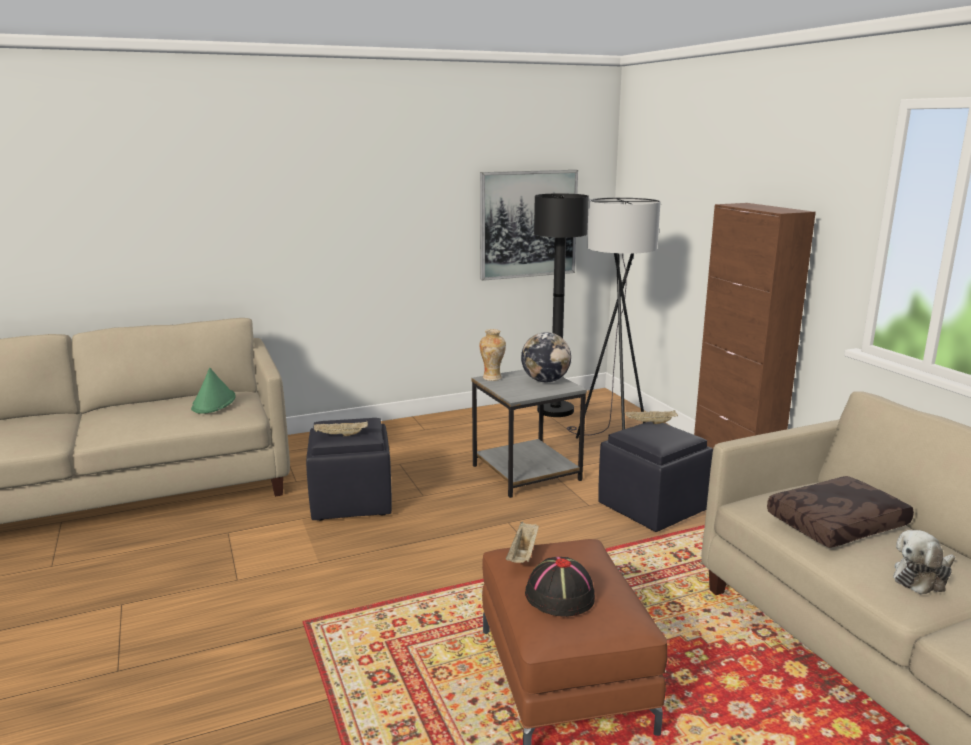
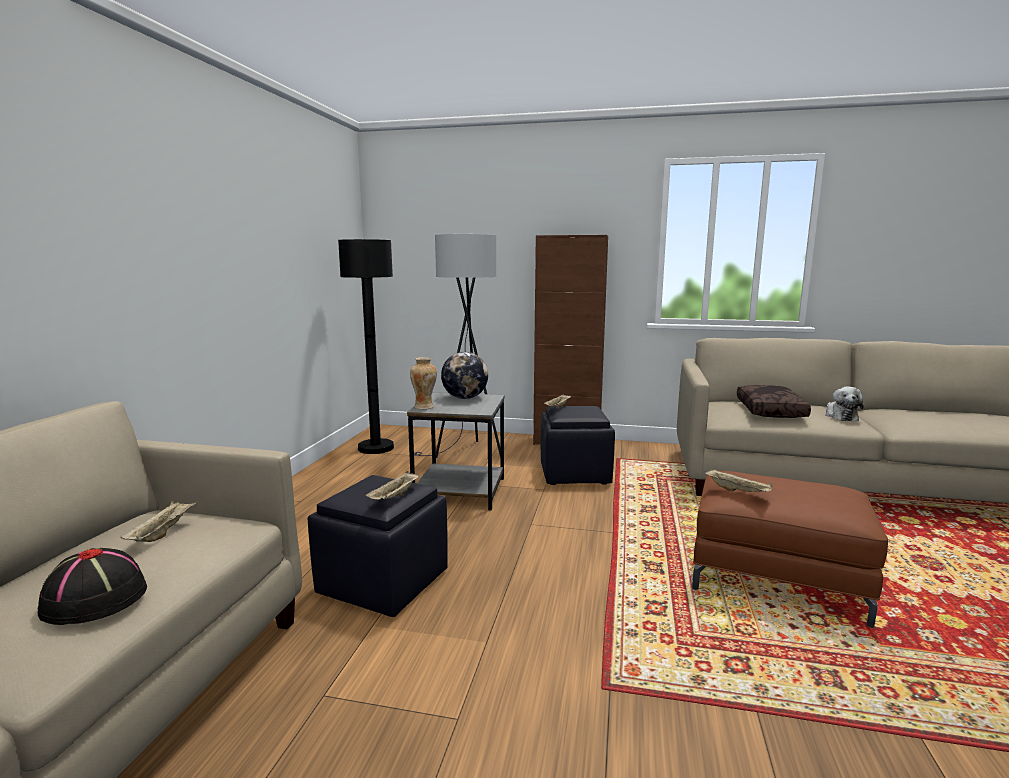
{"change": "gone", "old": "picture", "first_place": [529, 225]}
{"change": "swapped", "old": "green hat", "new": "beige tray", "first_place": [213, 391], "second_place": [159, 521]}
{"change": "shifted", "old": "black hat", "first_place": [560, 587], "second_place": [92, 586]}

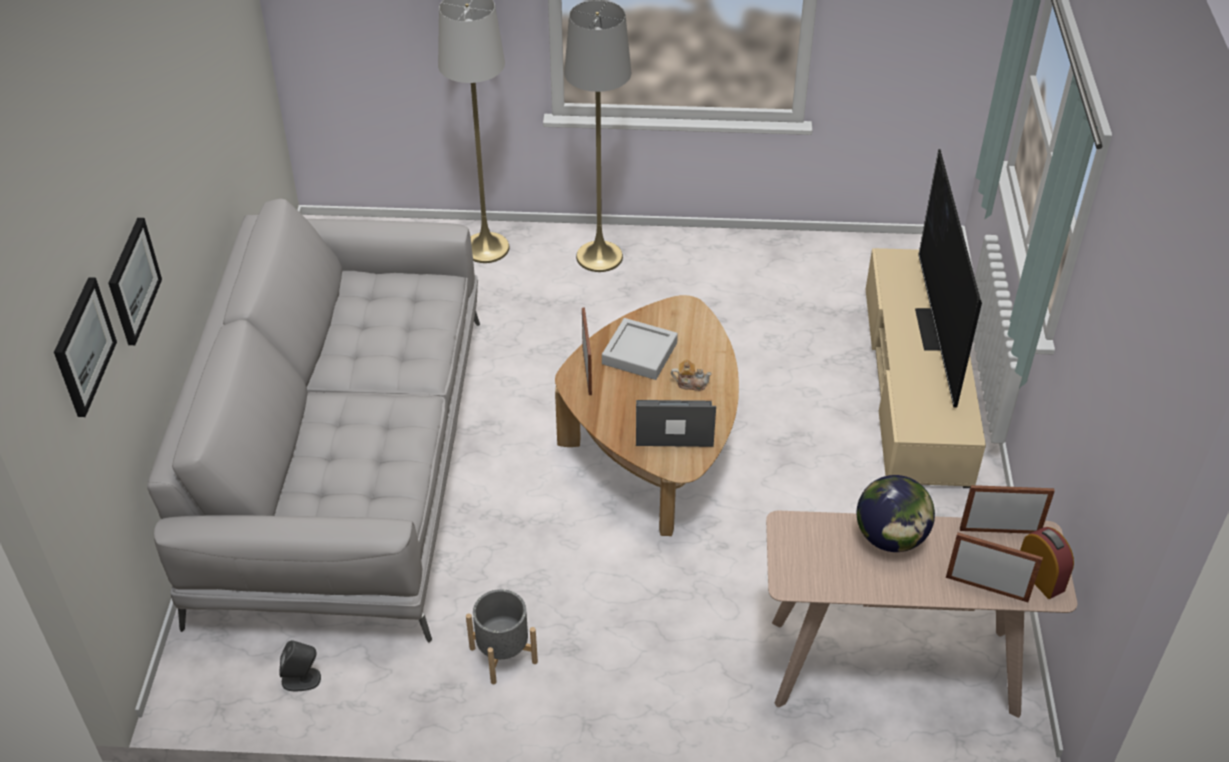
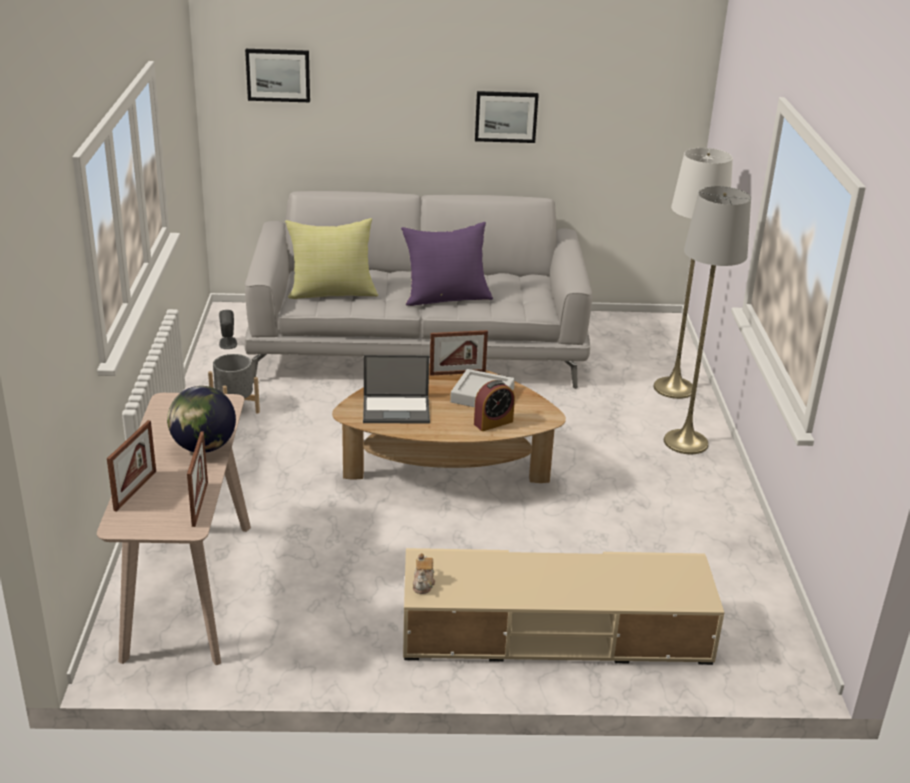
{"change": "gone", "old": "television", "first_place": [948, 278]}
{"change": "shifted", "old": "picture", "first_place": [135, 281], "second_place": [507, 117]}
{"change": "shifted", "old": "teapot", "first_place": [691, 375], "second_place": [424, 573]}
{"change": "rotated", "old": "laptop", "first_place": [676, 423], "second_place": [396, 389], "degrees": 90}
{"change": "shifted", "old": "alarm clock", "first_place": [1047, 563], "second_place": [494, 405]}
{"change": "new", "new": "yellow pillow", "second_place": [331, 258]}
{"change": "new", "new": "purple pillow", "second_place": [447, 264]}

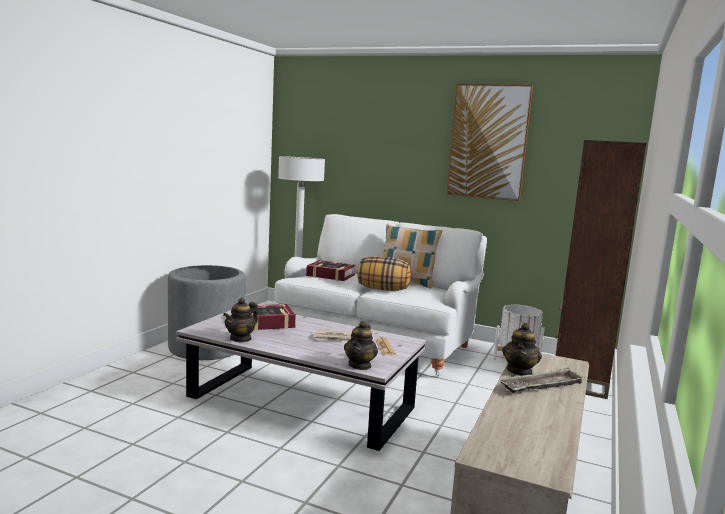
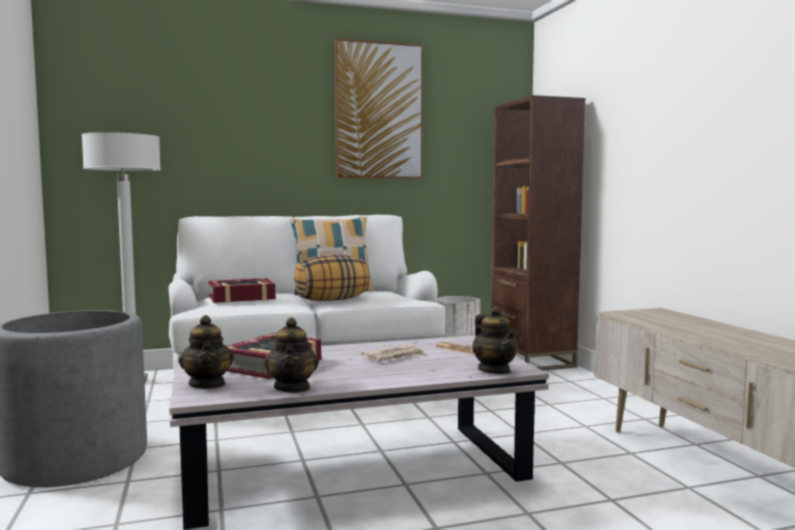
{"change": "shifted", "old": "teapot", "first_place": [522, 349], "second_place": [206, 352]}
{"change": "gone", "old": "tray", "first_place": [542, 380]}

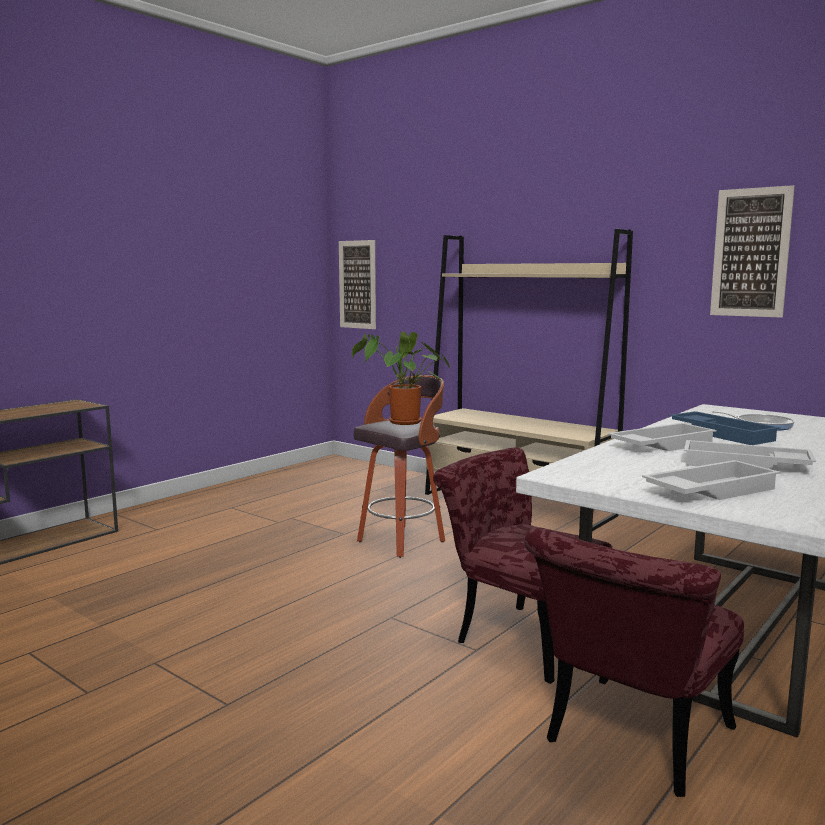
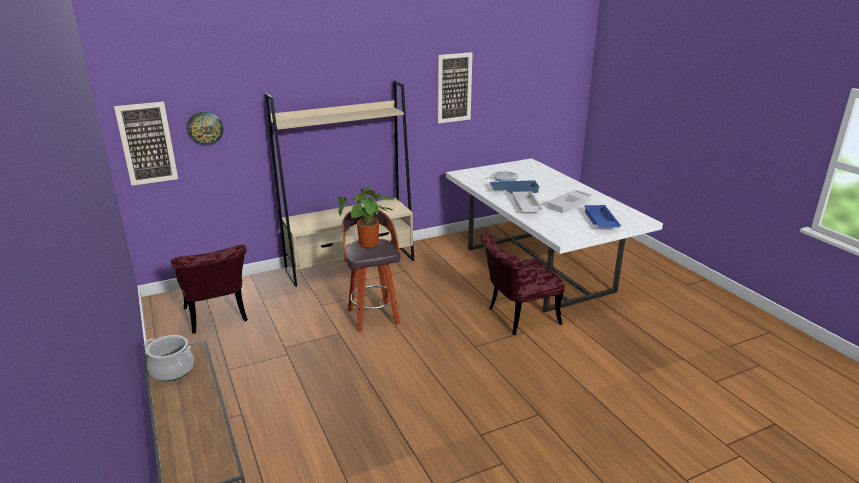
{"change": "repainted", "old": "white tray", "new": "blue tray", "first_place": [711, 480], "second_place": [602, 216]}
{"change": "shifted", "old": "red chair", "first_place": [634, 662], "second_place": [209, 289]}
{"change": "new", "new": "wall clock", "second_place": [205, 128]}
{"change": "new", "new": "cooking pot", "second_place": [169, 358]}

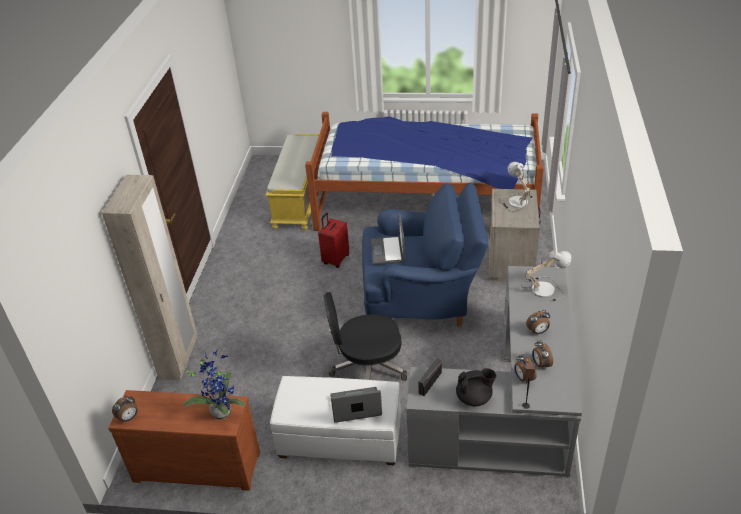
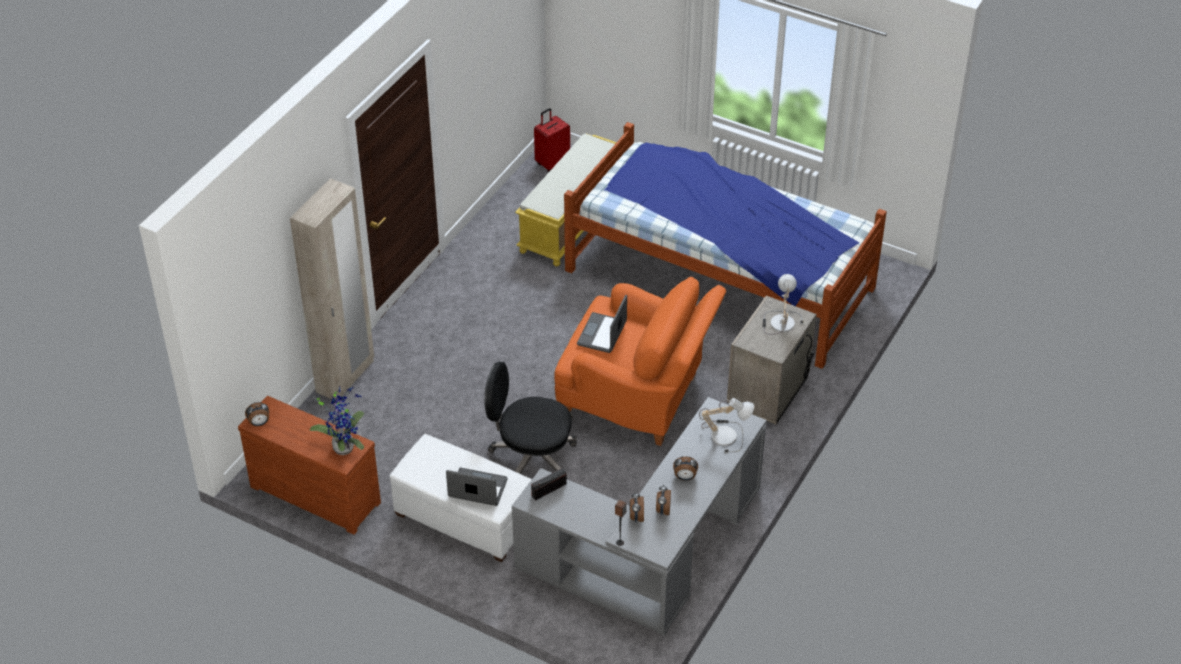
{"change": "repainted", "old": "blue armchair", "new": "orange armchair", "first_place": [425, 254], "second_place": [640, 361]}
{"change": "shifted", "old": "red suitcase", "first_place": [333, 240], "second_place": [552, 140]}
{"change": "gone", "old": "black teapot", "first_place": [476, 387]}

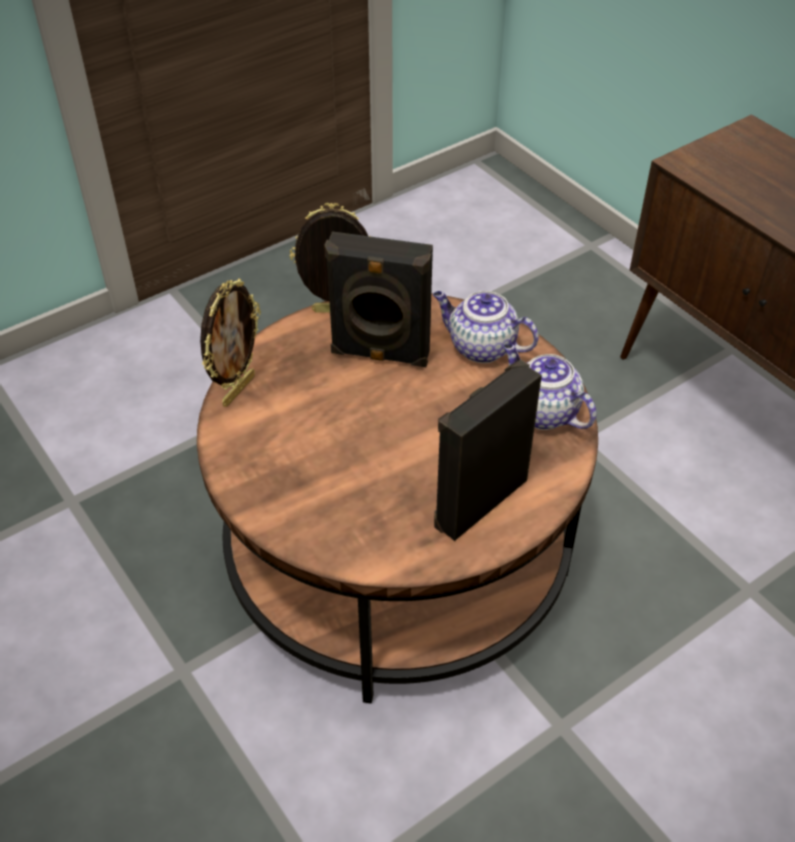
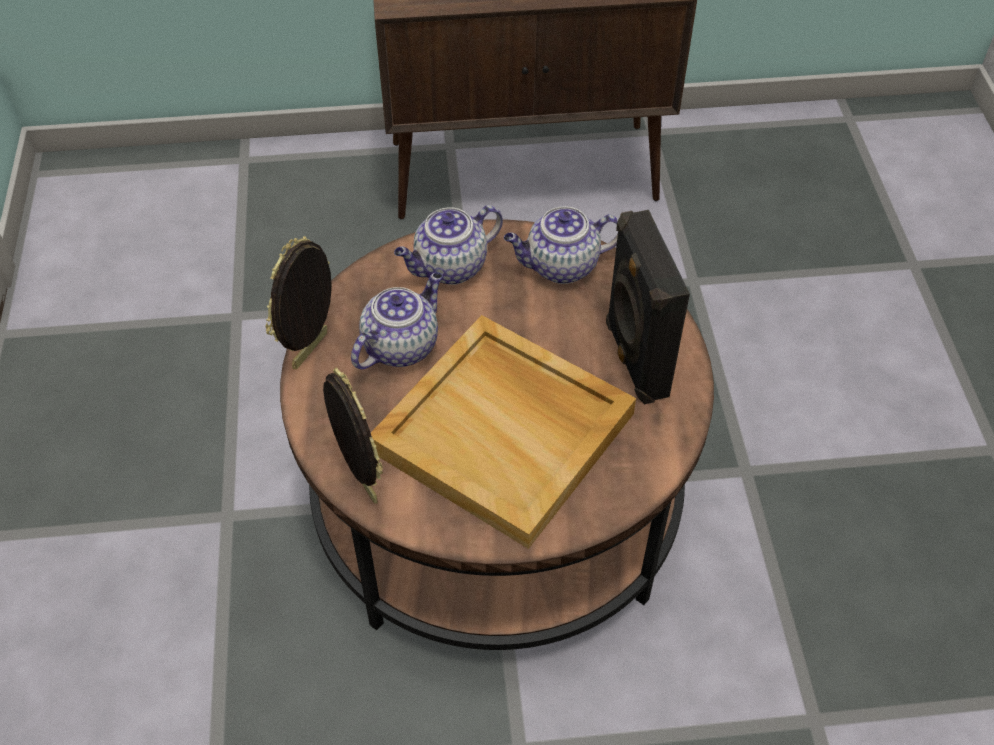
{"change": "swapped", "old": "black speaker", "new": "teapot", "first_place": [378, 299], "second_place": [397, 320]}
{"change": "new", "new": "beige tray", "second_place": [503, 432]}

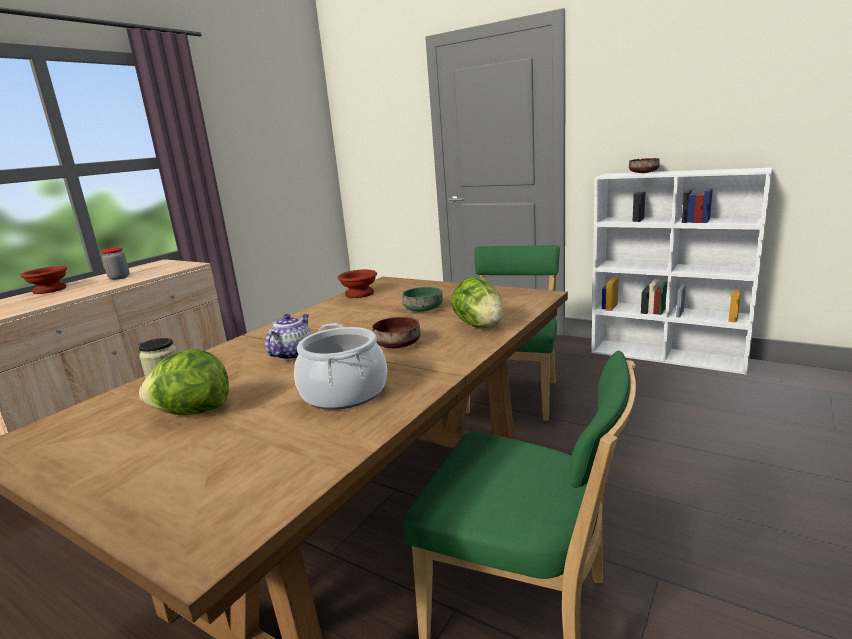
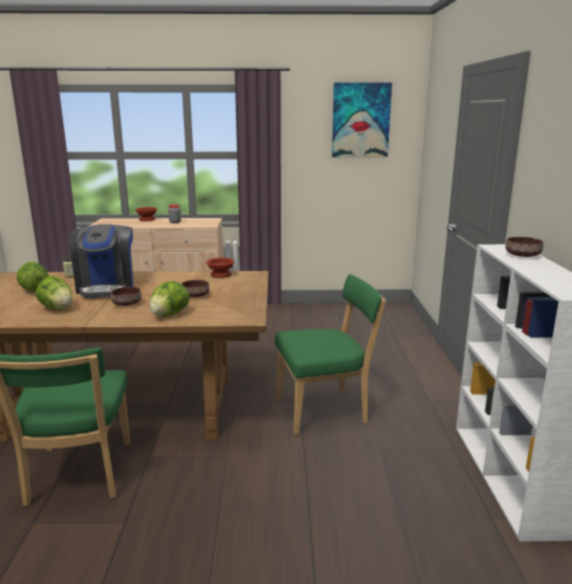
{"change": "repainted", "old": "green bowl", "new": "brown bowl", "first_place": [422, 299], "second_place": [195, 288]}
{"change": "swapped", "old": "teapot", "new": "coffee machine", "first_place": [288, 337], "second_place": [102, 261]}
{"change": "swapped", "old": "cooking pot", "new": "lettuce", "first_place": [340, 366], "second_place": [53, 293]}
{"change": "new", "new": "picture", "second_place": [362, 119]}

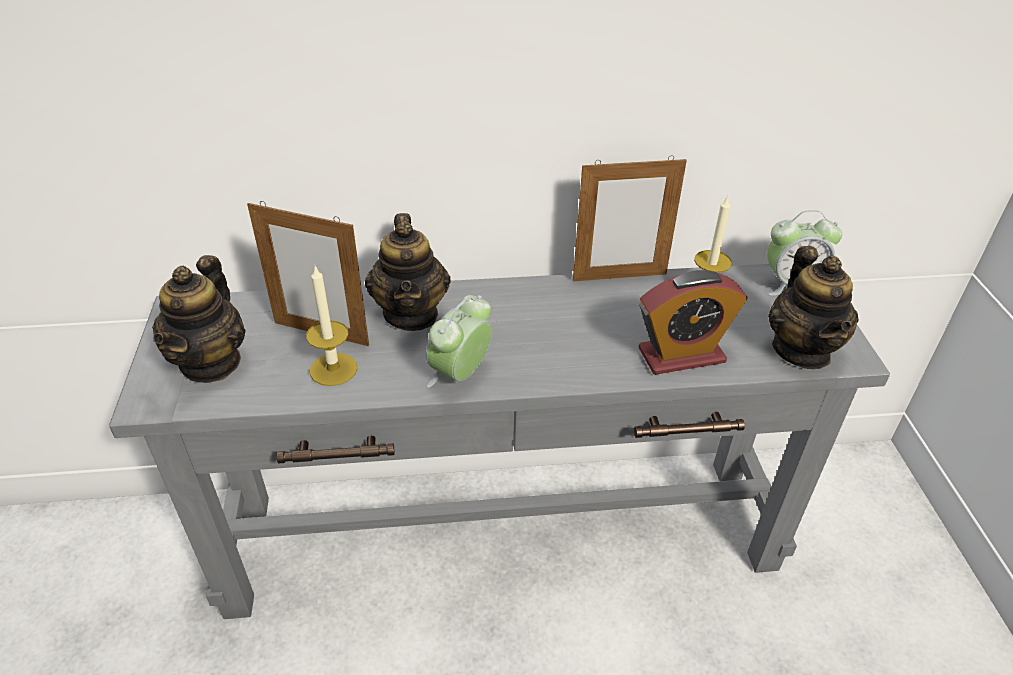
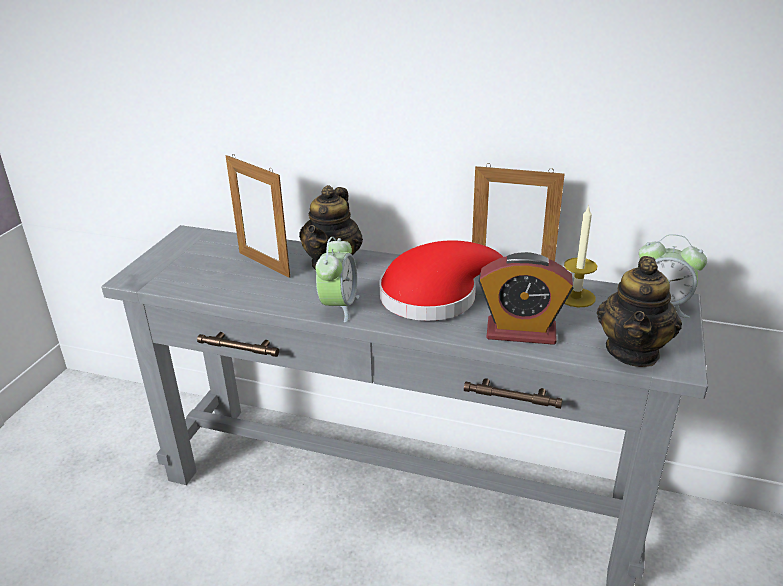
{"change": "gone", "old": "teapot", "first_place": [198, 319]}
{"change": "gone", "old": "candle", "first_place": [332, 326]}
{"change": "rotated", "old": "alarm clock", "first_place": [459, 341], "second_place": [337, 279], "degrees": 135}
{"change": "new", "new": "red hat", "second_place": [441, 280]}

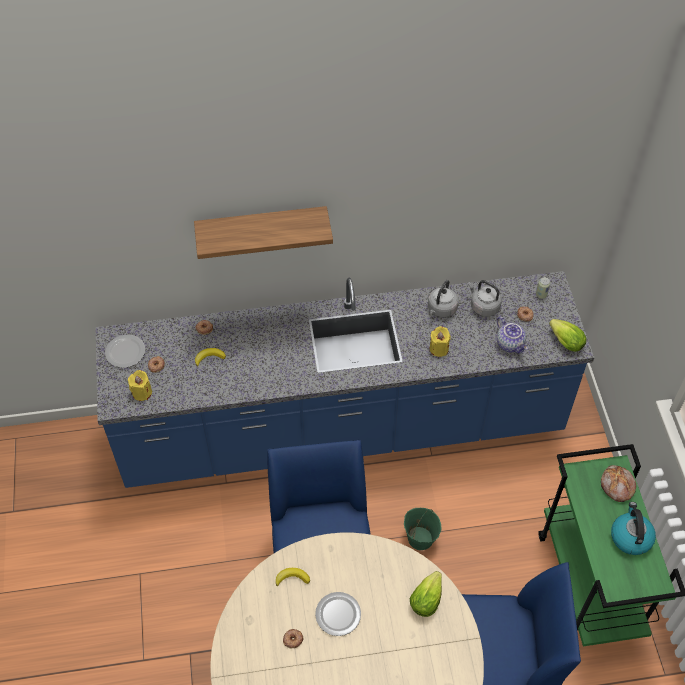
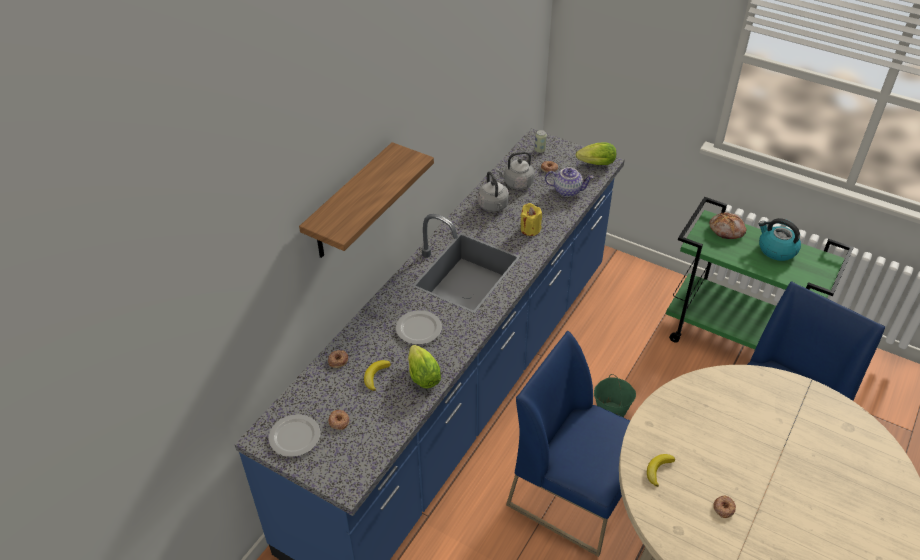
{"change": "gone", "old": "yellow candle", "first_place": [140, 385]}
{"change": "shifted", "old": "lettuce", "first_place": [426, 594], "second_place": [424, 367]}
{"change": "shifted", "old": "plate", "first_place": [338, 614], "second_place": [419, 327]}

